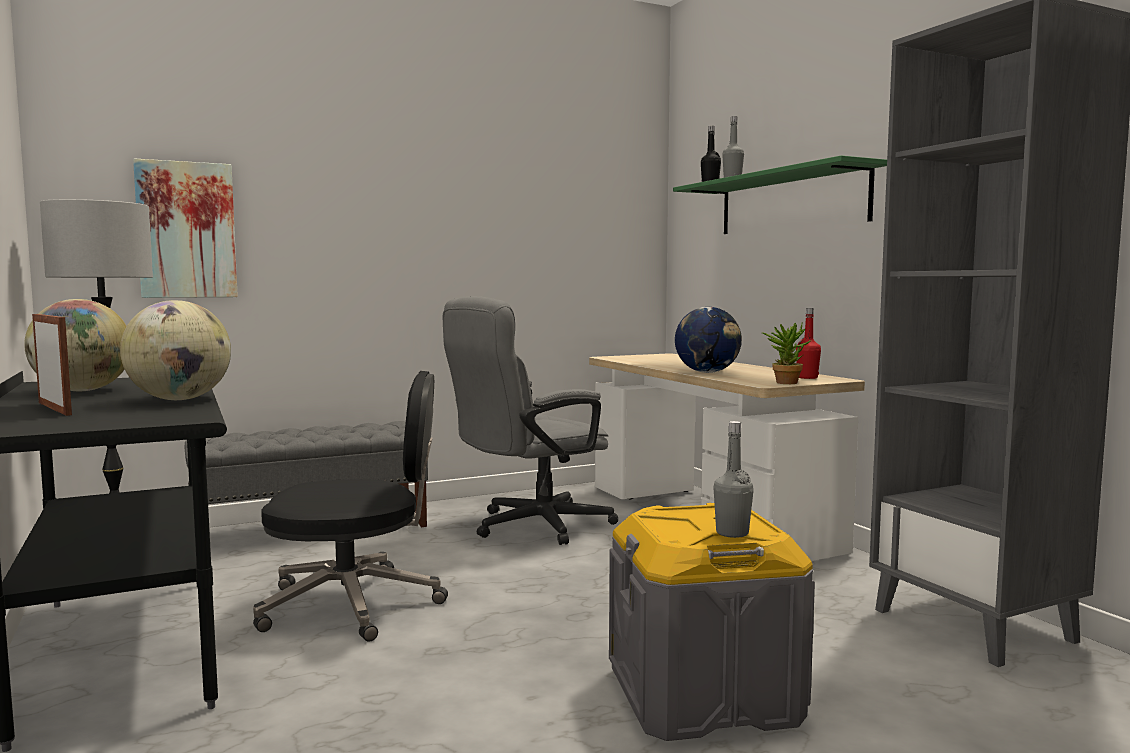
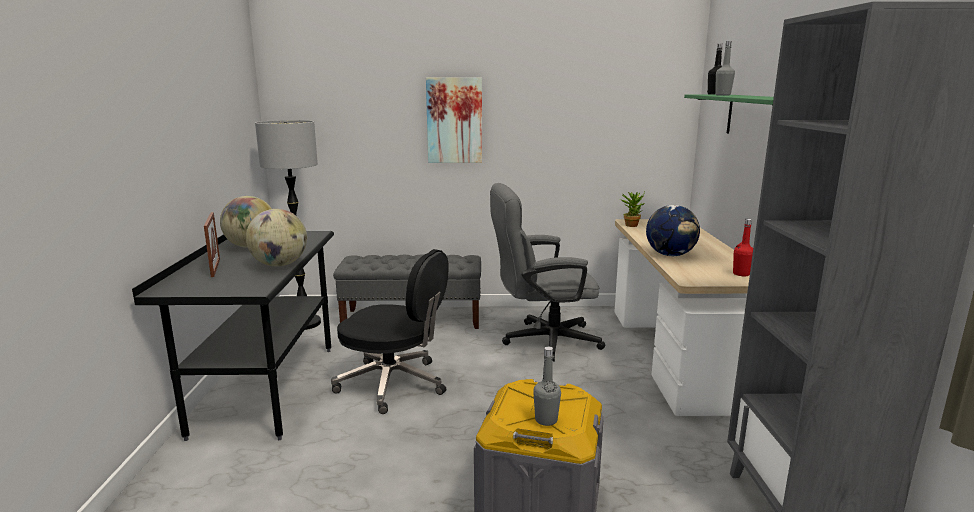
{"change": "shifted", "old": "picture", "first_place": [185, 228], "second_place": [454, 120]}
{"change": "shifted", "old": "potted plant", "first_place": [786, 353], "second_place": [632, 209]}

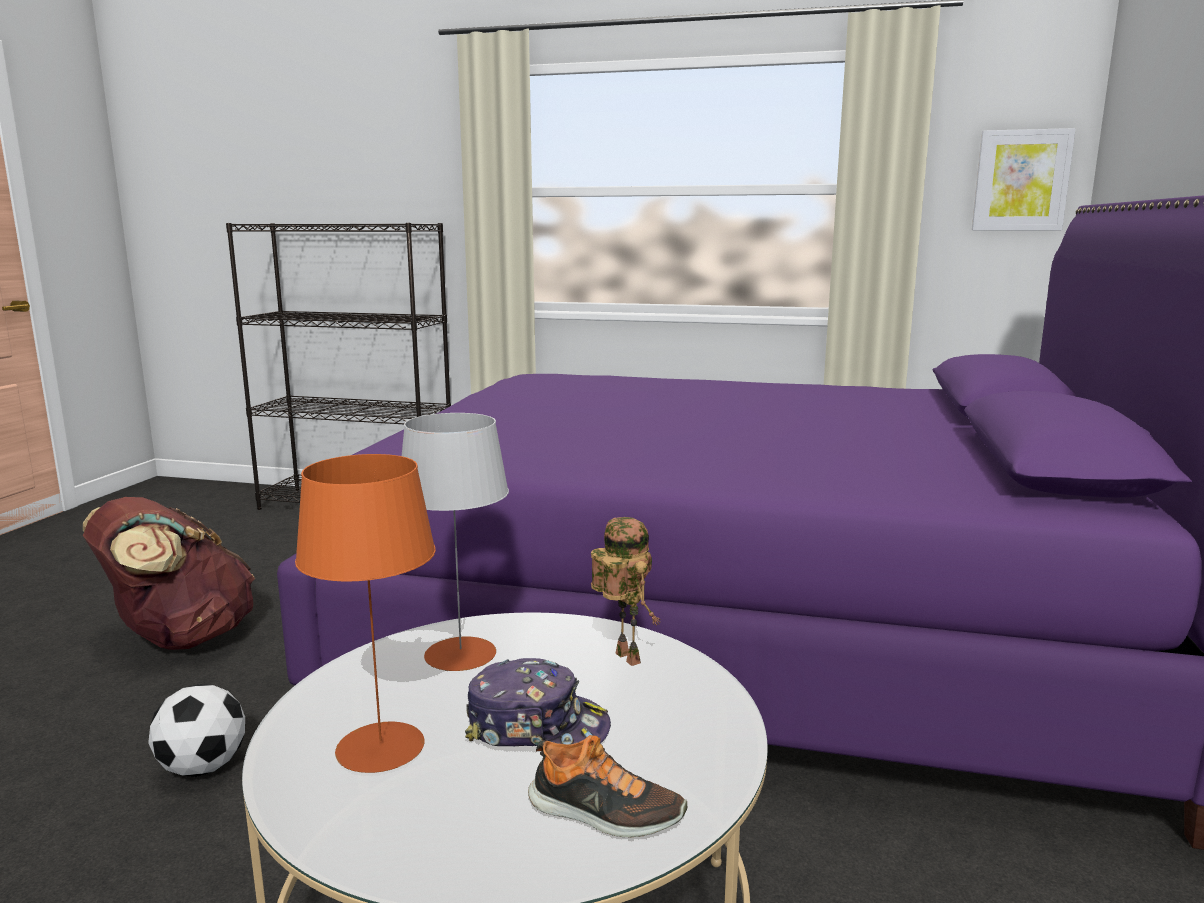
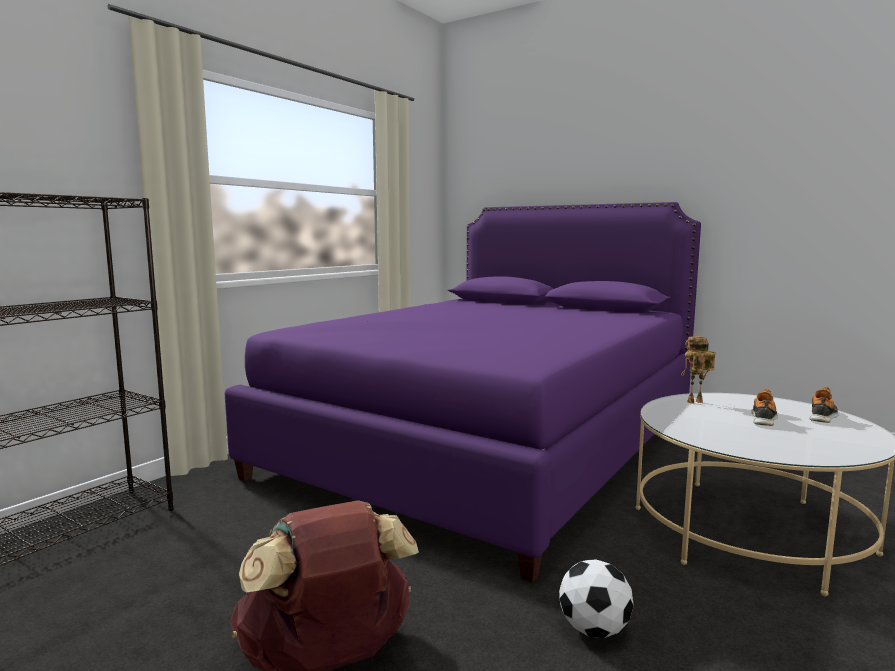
{"change": "gone", "old": "picture", "first_place": [1024, 179]}
{"change": "gone", "old": "grey table lamp", "first_place": [455, 542]}
{"change": "gone", "old": "orange table lamp", "first_place": [365, 613]}
{"change": "swapped", "old": "cap", "new": "shoe", "first_place": [538, 702], "second_place": [764, 407]}

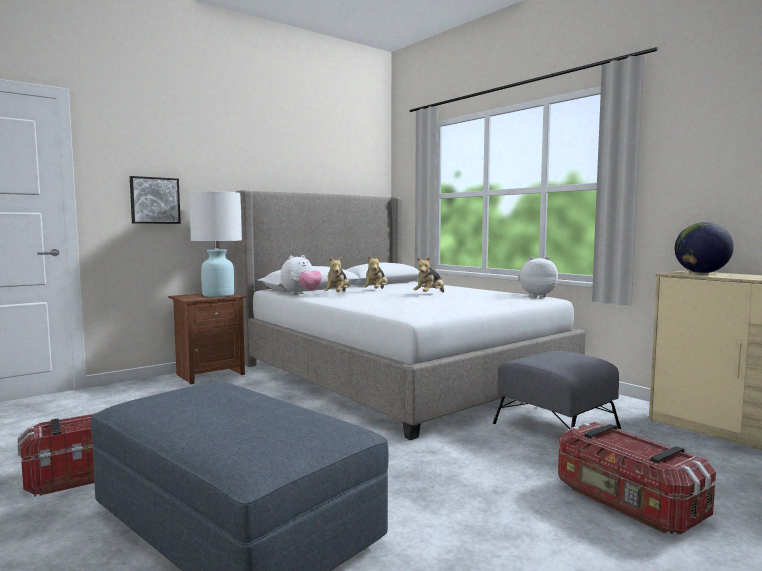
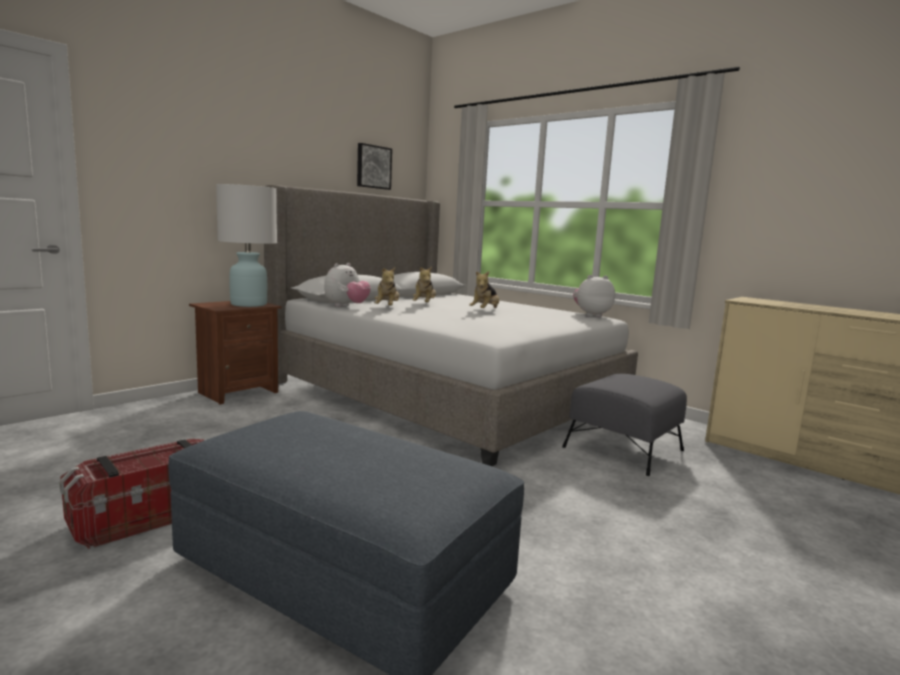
{"change": "shifted", "old": "picture", "first_place": [155, 200], "second_place": [374, 166]}
{"change": "gone", "old": "globe", "first_place": [704, 247]}
{"change": "gone", "old": "storage box", "first_place": [637, 478]}

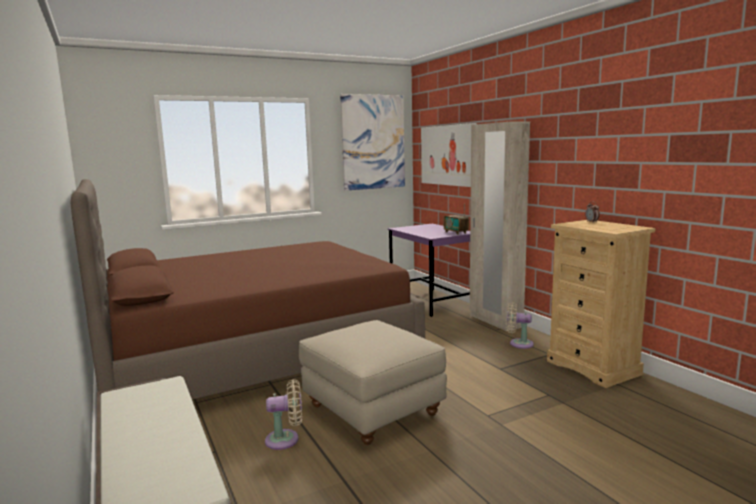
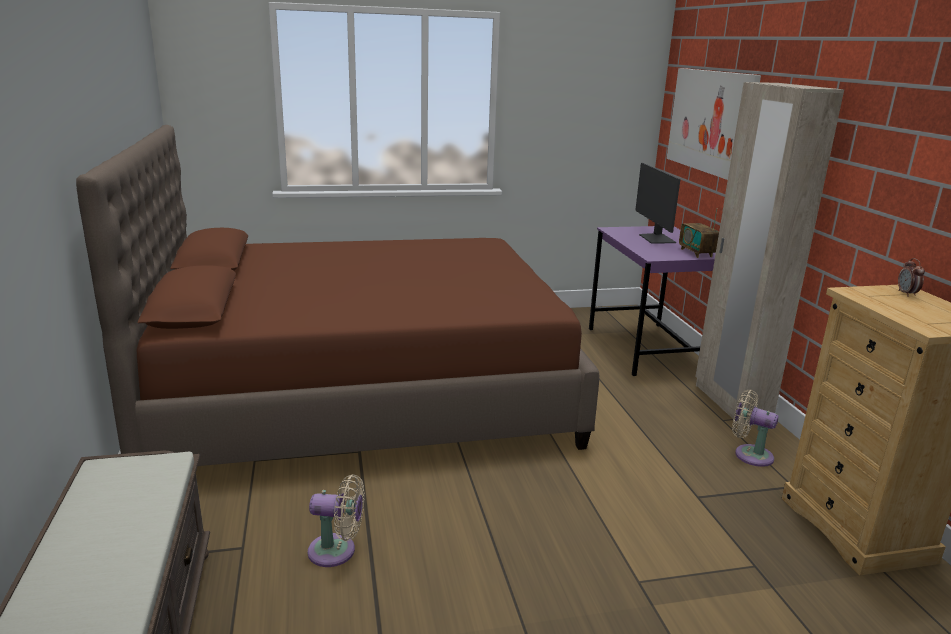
{"change": "gone", "old": "picture", "first_place": [372, 142]}
{"change": "gone", "old": "beige ottoman", "first_place": [373, 382]}
{"change": "new", "new": "monitor", "second_place": [657, 203]}

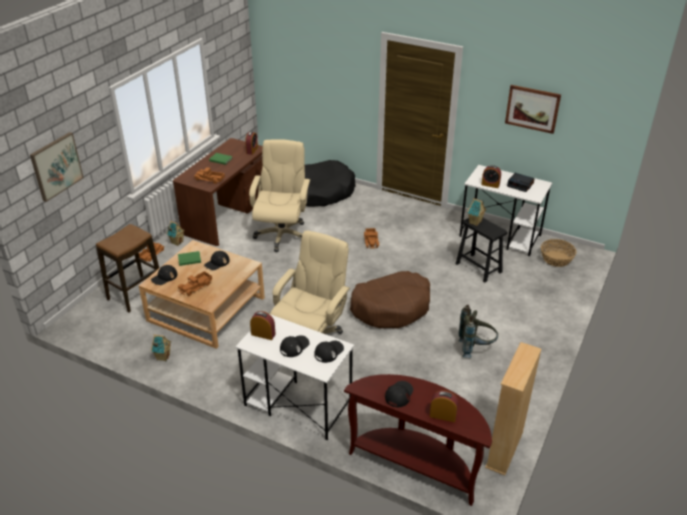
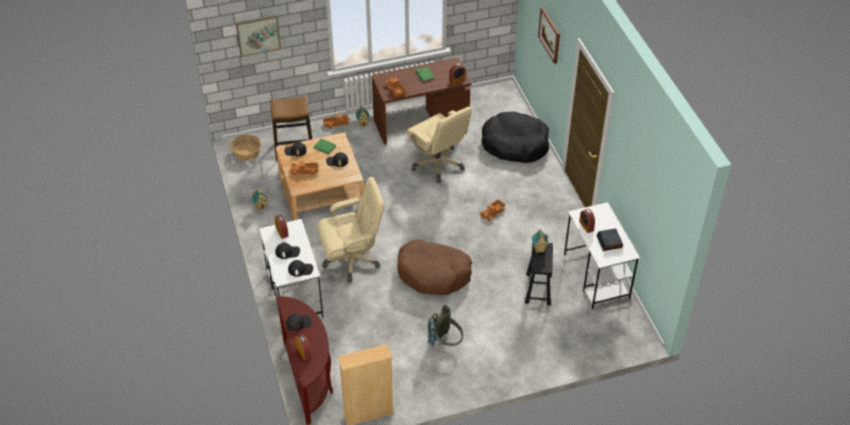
{"change": "shifted", "old": "picture", "first_place": [533, 109], "second_place": [549, 35]}
{"change": "rotated", "old": "beige office chair", "first_place": [279, 195], "second_place": [439, 145], "degrees": 90}
{"change": "shifted", "old": "basket", "first_place": [558, 253], "second_place": [245, 147]}

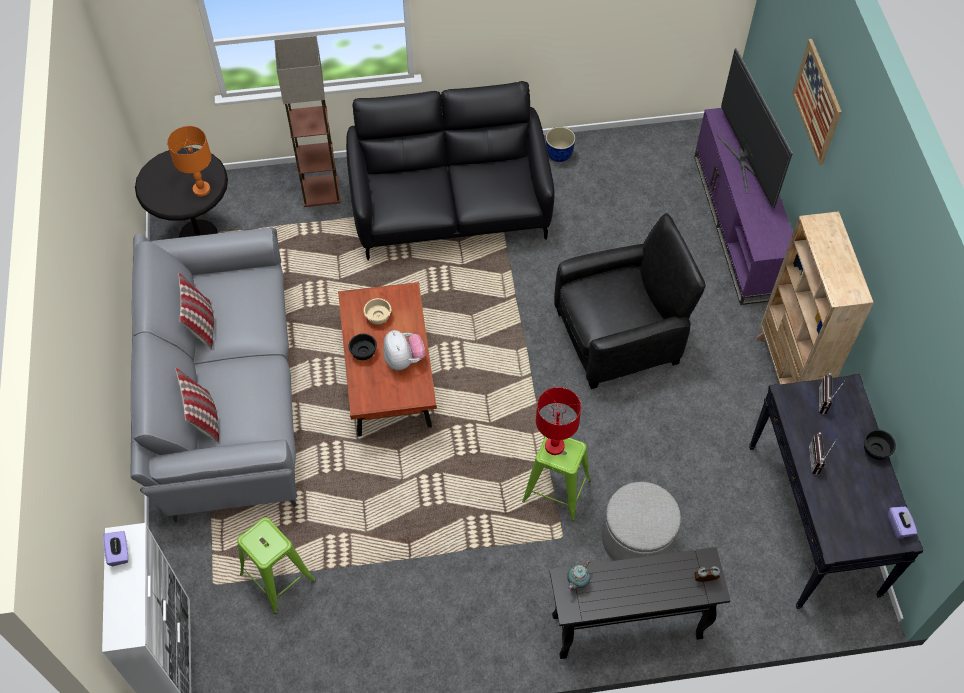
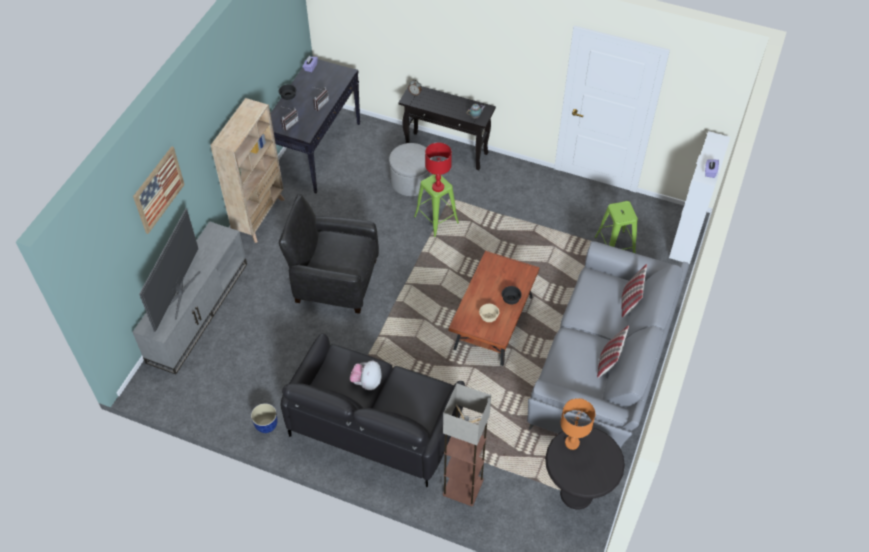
{"change": "repainted", "old": "purple tv stand", "new": "grey tv stand", "first_place": [743, 206], "second_place": [189, 298]}
{"change": "shifted", "old": "plush toy", "first_place": [404, 350], "second_place": [366, 375]}

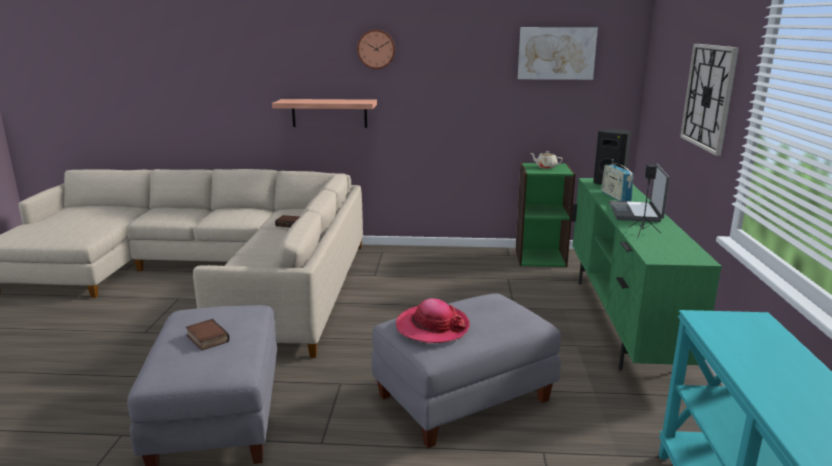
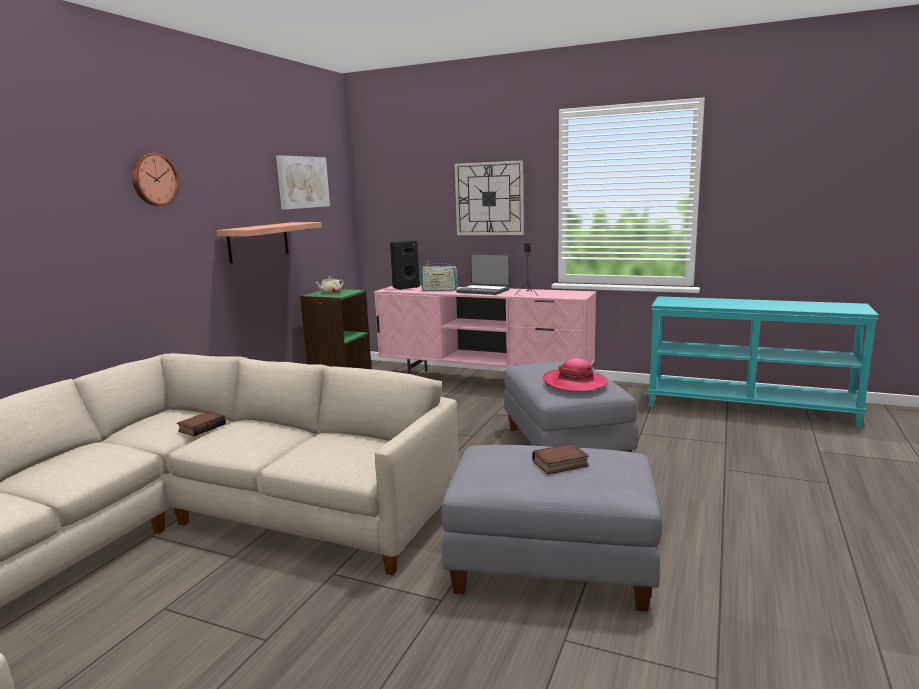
{"change": "shifted", "old": "shelf", "first_place": [324, 113], "second_place": [269, 242]}
{"change": "repainted", "old": "green tv stand", "new": "pink tv stand", "first_place": [646, 274], "second_place": [485, 330]}

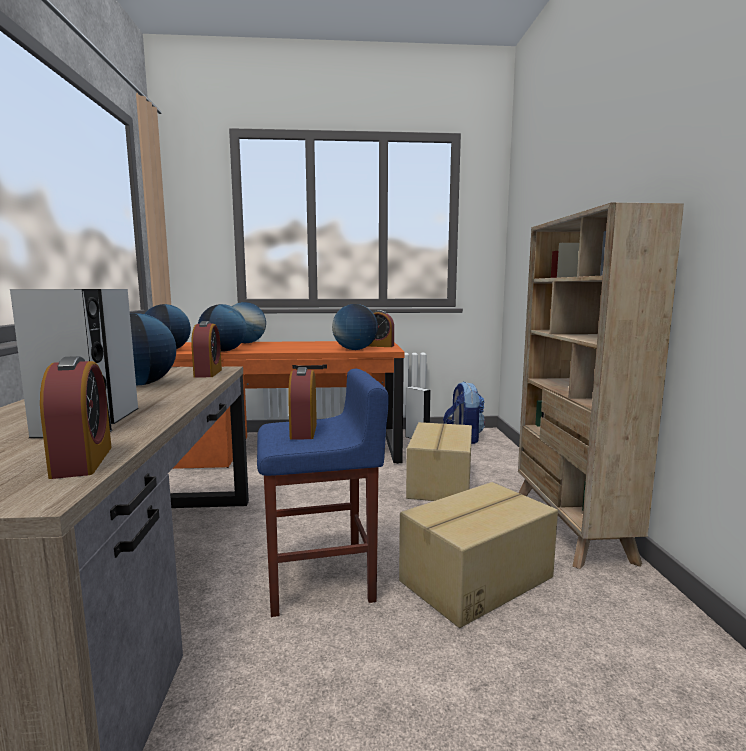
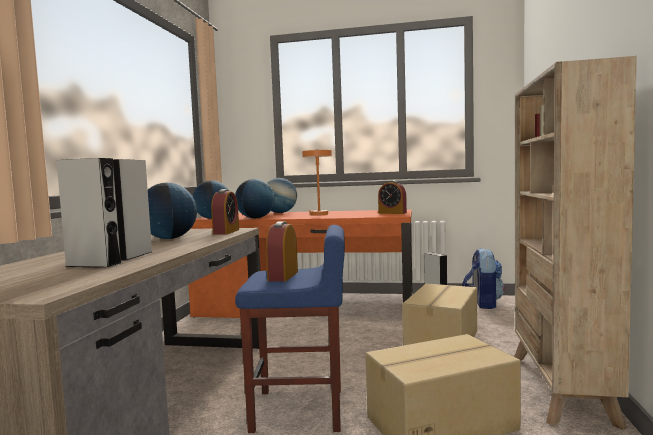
{"change": "gone", "old": "globe", "first_place": [355, 327]}
{"change": "gone", "old": "alarm clock", "first_place": [76, 417]}
{"change": "new", "new": "orange table lamp", "second_place": [317, 183]}

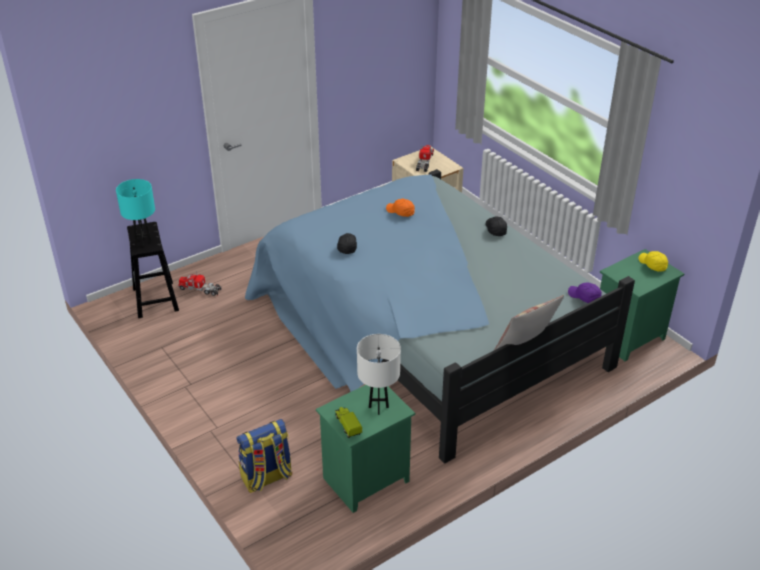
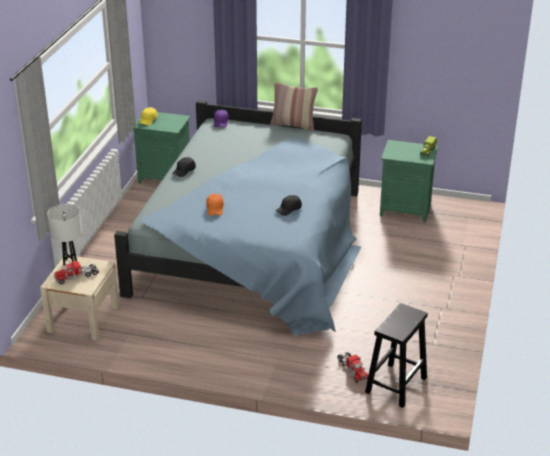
{"change": "gone", "old": "turquoise table lamp", "first_place": [135, 213]}
{"change": "shifted", "old": "white table lamp", "first_place": [379, 374], "second_place": [64, 235]}
{"change": "gone", "old": "backpack", "first_place": [264, 456]}

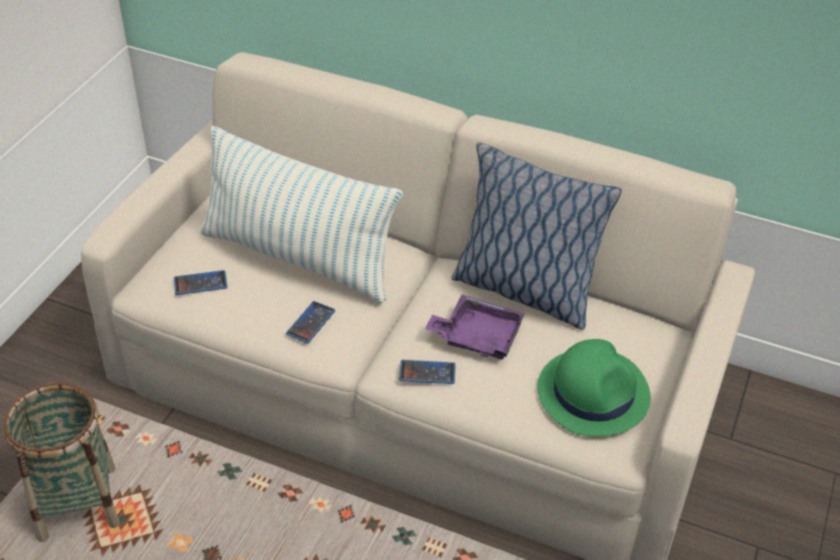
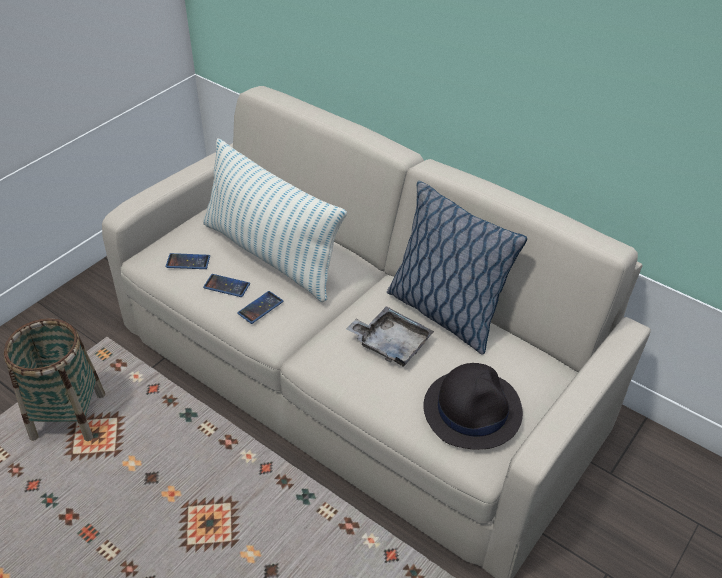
{"change": "repainted", "old": "purple tray", "new": "grey tray", "first_place": [475, 327], "second_place": [390, 336]}
{"change": "repainted", "old": "green hat", "new": "black hat", "first_place": [594, 387], "second_place": [473, 406]}
{"change": "shifted", "old": "phone", "first_place": [427, 372], "second_place": [226, 285]}

